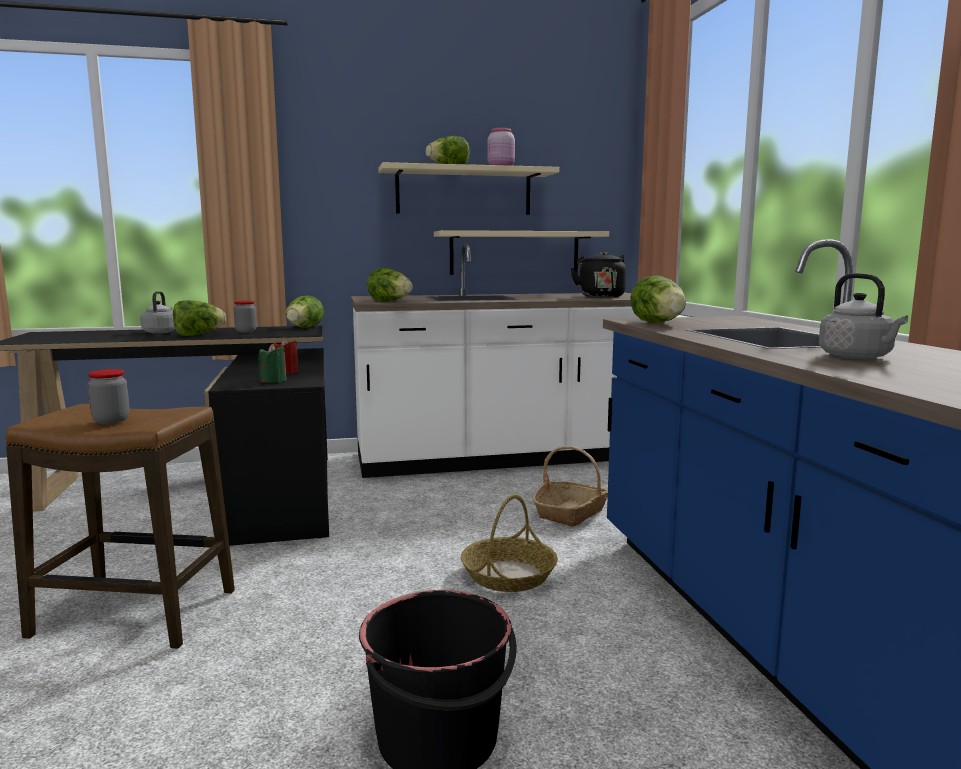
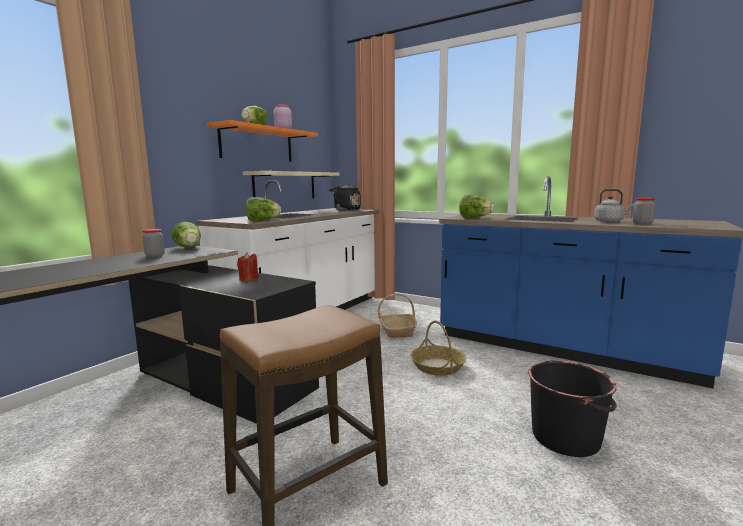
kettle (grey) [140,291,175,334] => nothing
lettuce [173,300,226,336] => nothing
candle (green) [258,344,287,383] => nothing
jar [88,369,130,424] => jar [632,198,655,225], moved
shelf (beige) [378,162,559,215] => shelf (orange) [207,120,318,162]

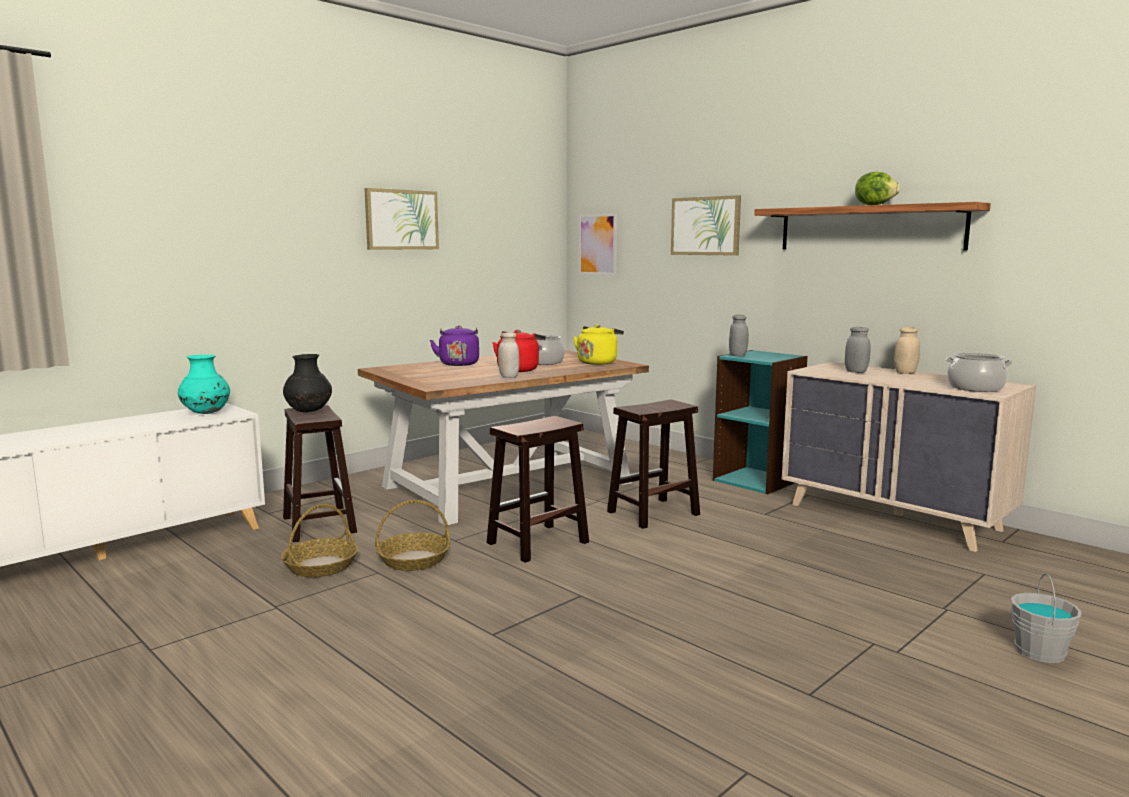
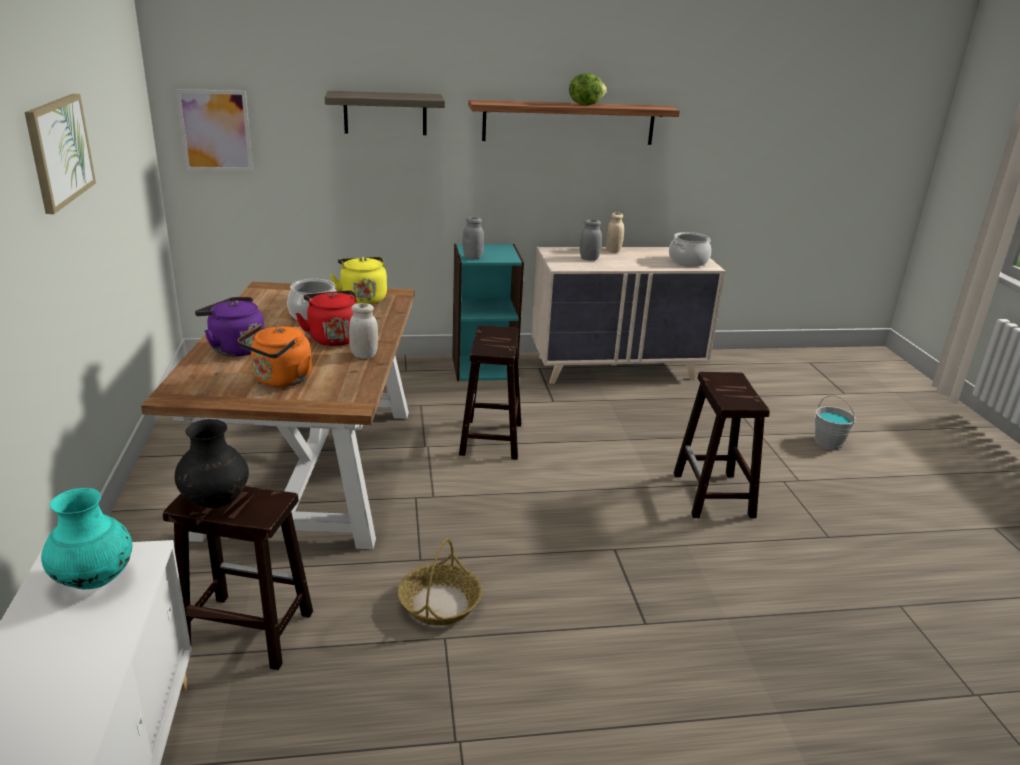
basket [281,504,358,577] => nothing
nothing => kettle (orange) [238,325,312,387]
stool (brown) [487,416,589,563] => stool (brown) [674,372,770,518], moved
picture [671,195,741,256] => shelf [325,91,445,135]

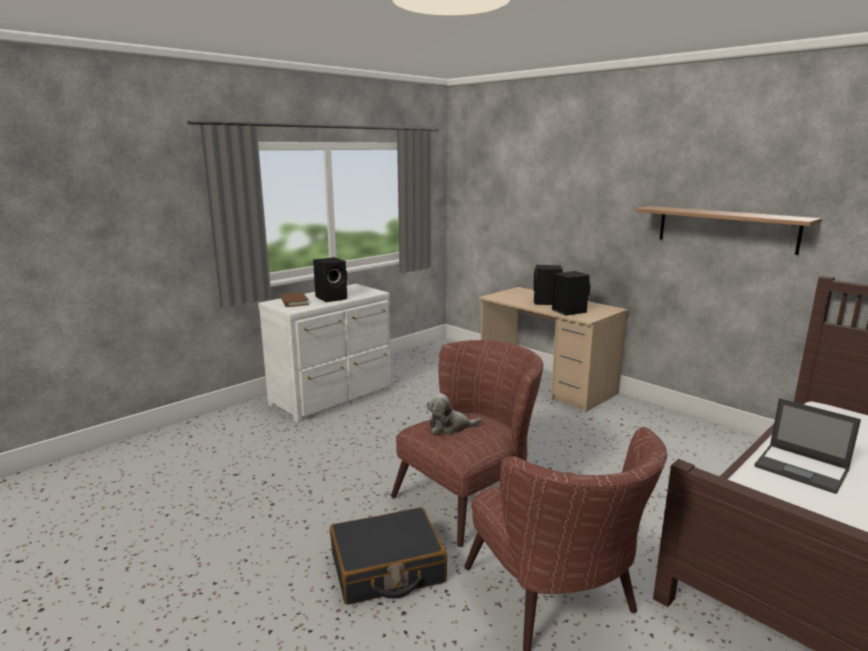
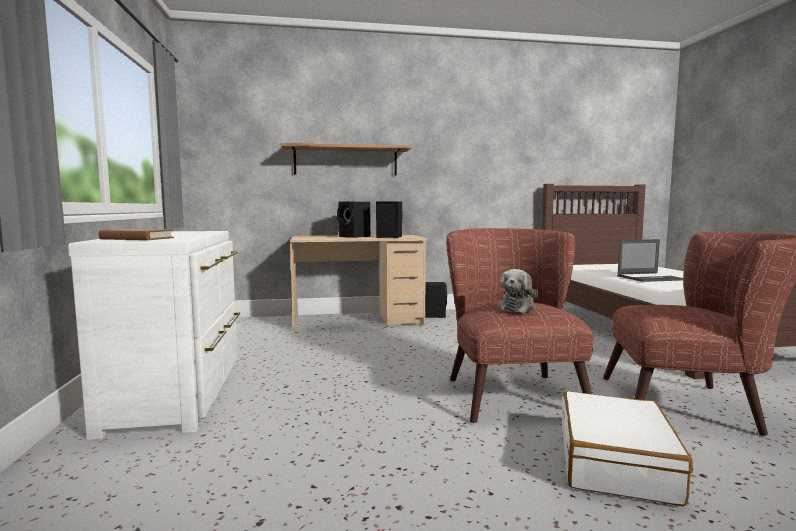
speaker (black) [313,257,347,302] => speaker (black) [425,282,447,318], moved
shelf [635,206,822,255] => shelf [281,143,412,176], moved
suitcase (black) [330,507,447,605] => suitcase (white) [562,391,693,506]

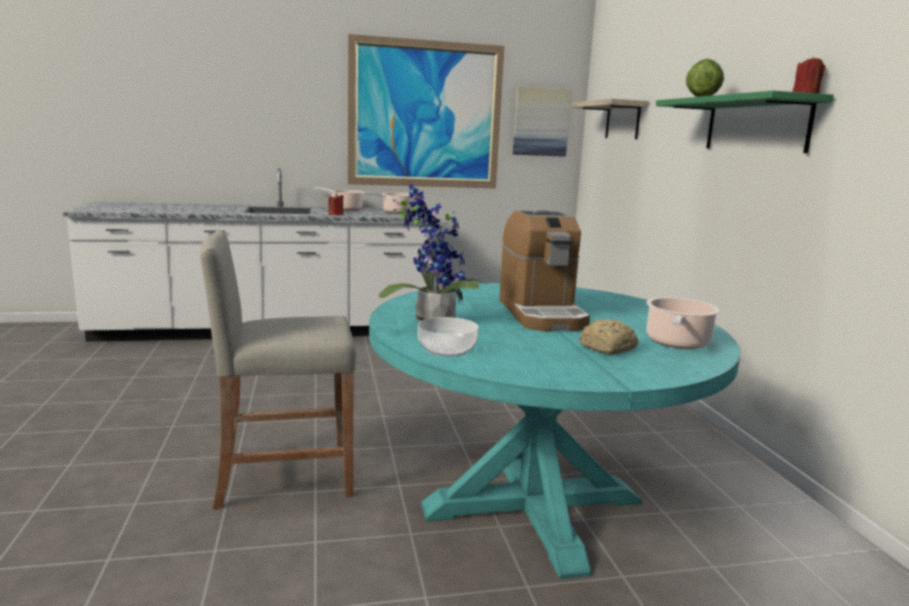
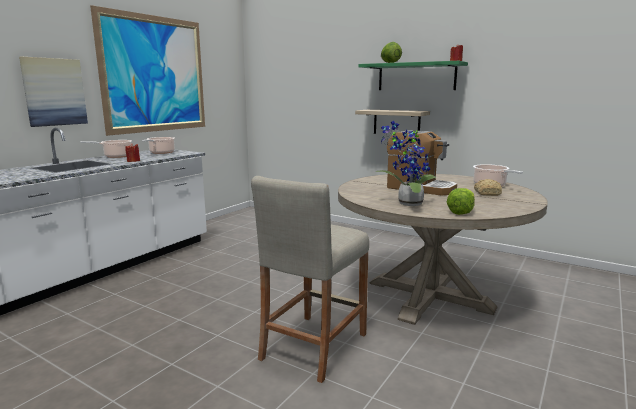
picture [513,86,572,157] => picture [19,56,88,127], moved
shelf [572,99,648,139] => shelf [355,110,430,134], moved
bowl [418,317,479,357] => lettuce [447,188,475,215]
dining table (turquoise) [369,283,741,579] => dining table (beige) [338,174,548,325]

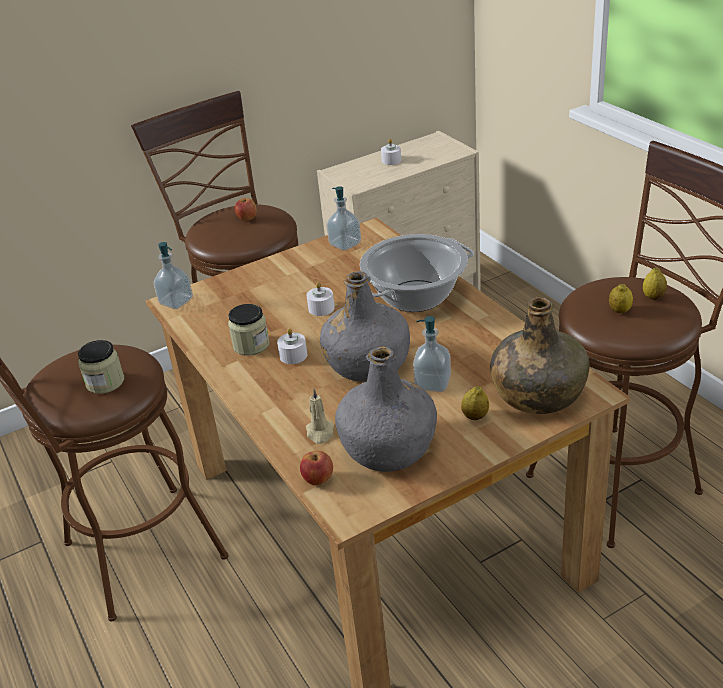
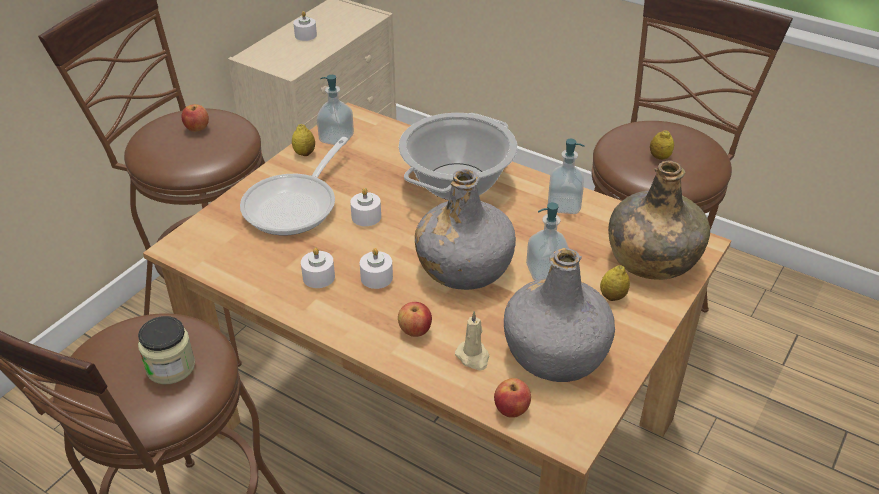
nothing => frying pan [240,137,348,235]
nothing => apple [398,302,432,337]
soap dispenser [153,242,193,309] => soap dispenser [548,139,585,214], moved
lemon [643,268,667,300] => lemon [292,124,315,156], moved
jar [228,304,270,355] => candle (white) [301,248,335,288]

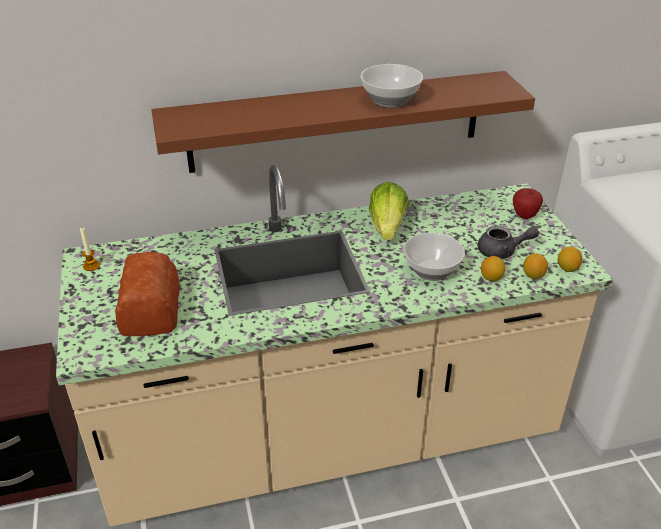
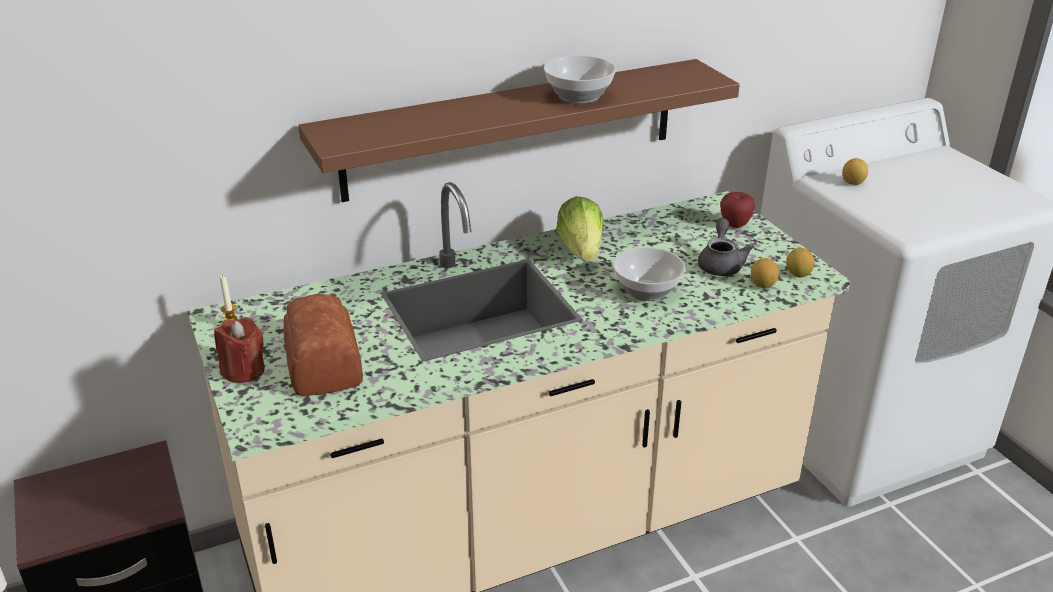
nothing => candle (red) [214,317,265,383]
lemon [481,256,505,281] => lemon [842,158,868,185], moved
teapot (grey) [478,226,539,259] => teapot (grey) [698,218,755,276], 75 degrees counterclockwise

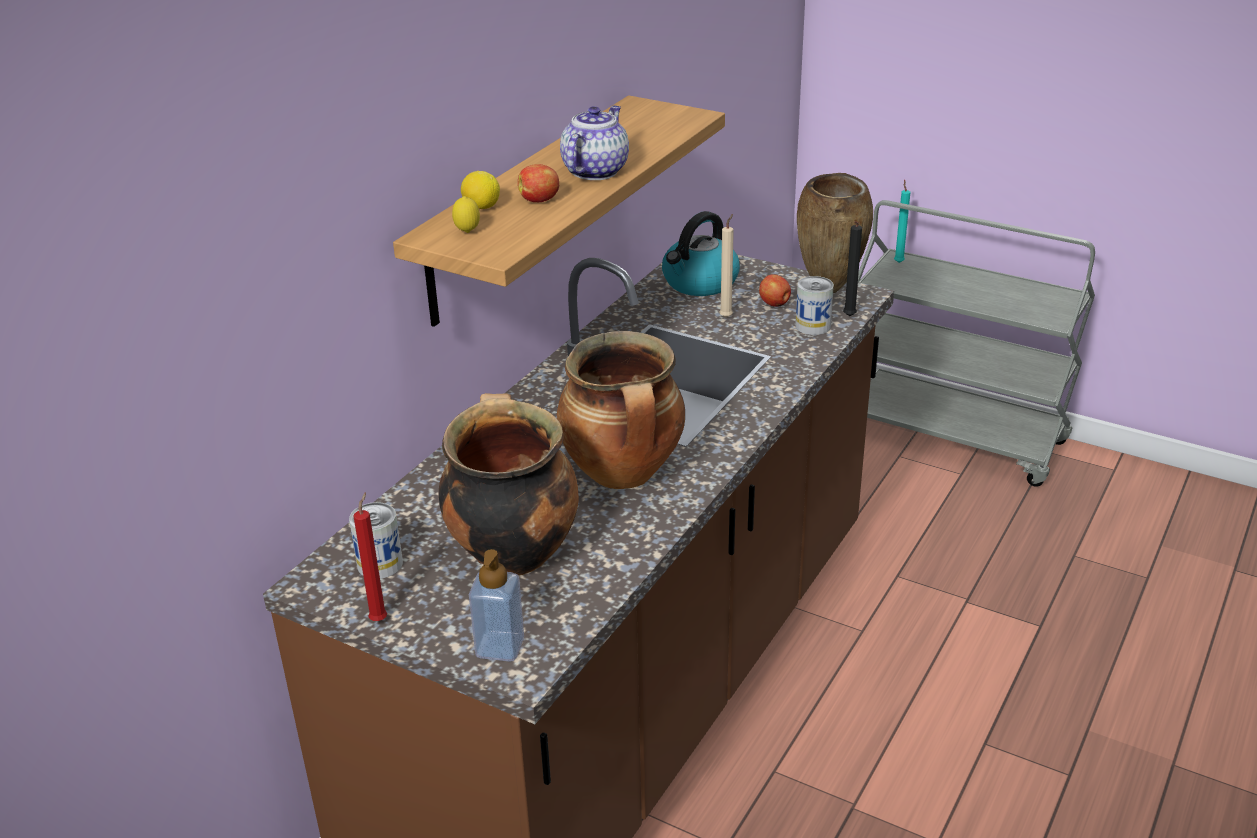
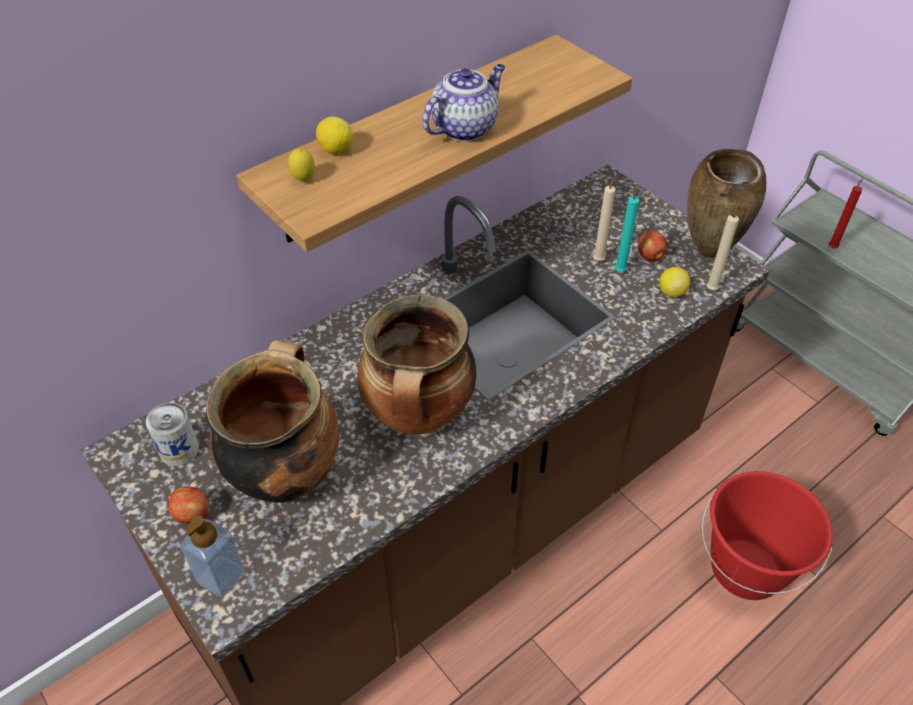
kettle [662,211,740,296] => nothing
nothing => bucket (red) [702,471,833,600]
candle (red) [353,492,387,621] => candle (red) [829,177,864,248], moved
apple [518,164,559,202] => apple [169,487,208,524], moved
candle (turquoise) [894,180,910,263] => candle (turquoise) [615,184,639,272], moved
can [795,276,834,335] => lemon [659,267,690,298]
candle (black) [843,221,862,316] => candle (beige) [706,214,739,290]

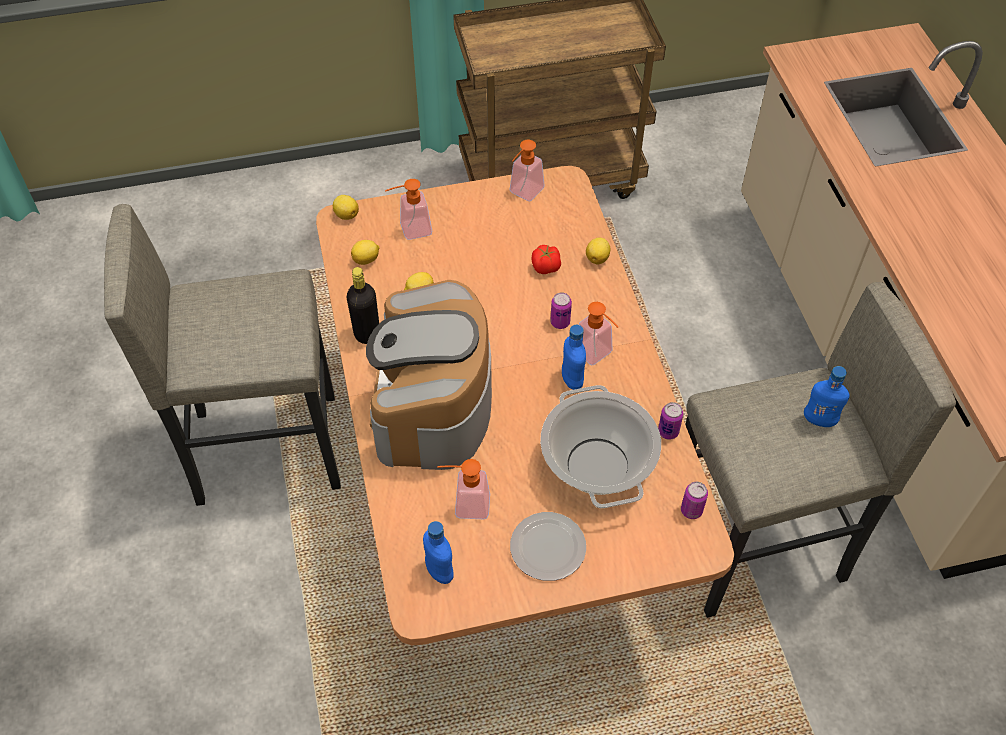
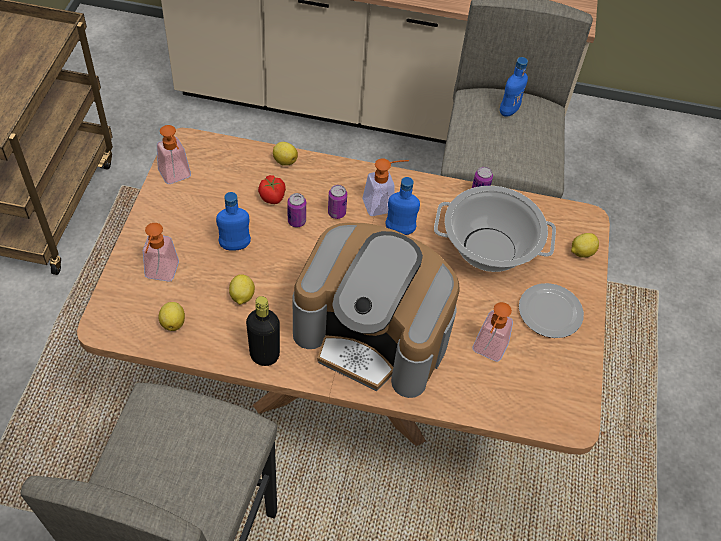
lemon [333,195,359,220] => lemon [571,233,599,258], moved
bottle (blue) [423,521,454,584] => bottle (blue) [216,192,251,251], moved
can [681,482,708,519] => can [287,193,306,227], moved

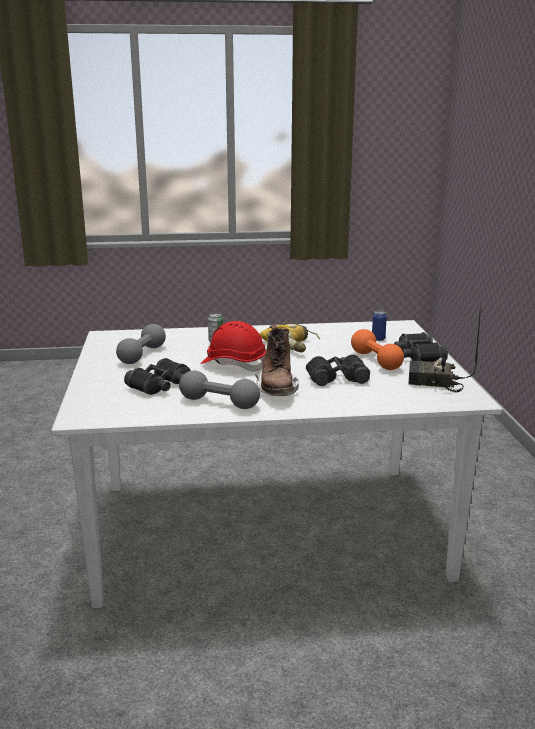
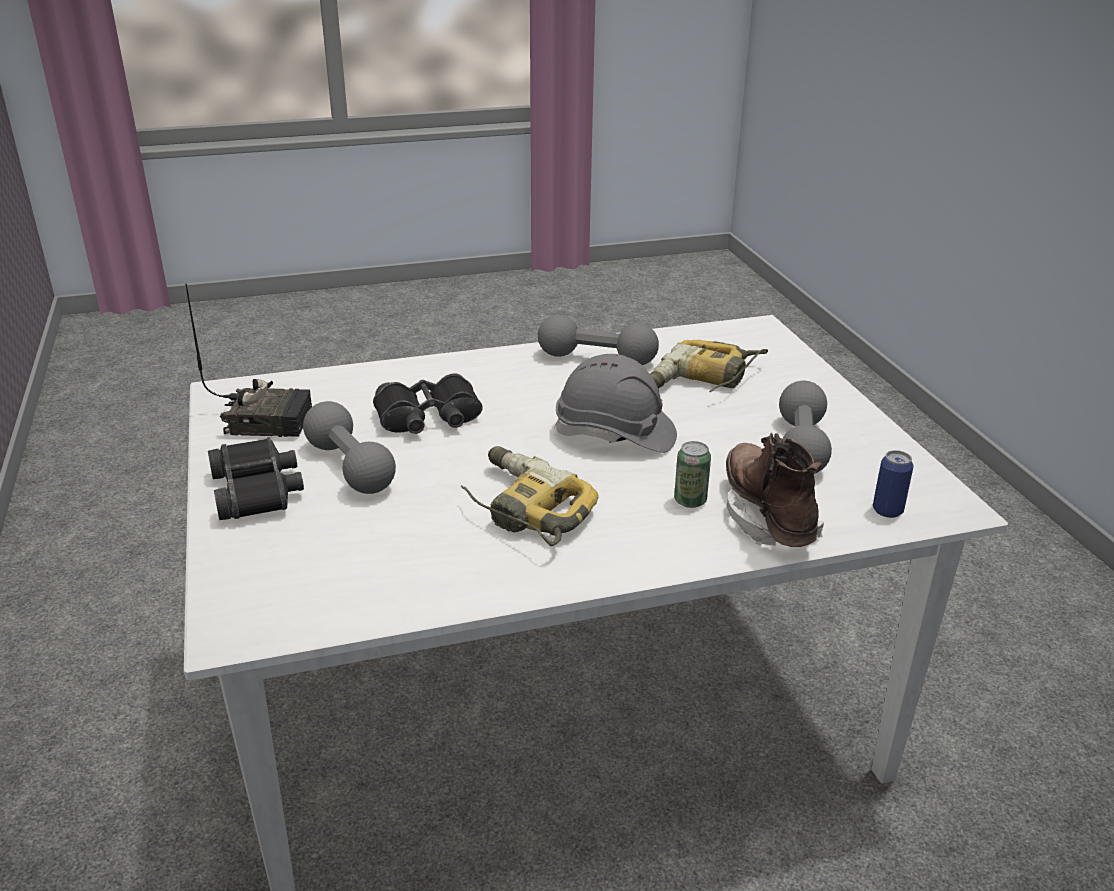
boot (brown) [256,325,299,396] => boot (brown) [726,433,824,547], moved
can [372,310,387,341] => can [873,450,914,518], moved
binoculars (black) [124,358,191,395] => power drill [650,340,768,392]
hard hat (red) [200,321,267,372] => hard hat (grey) [554,354,677,453]
dumbbell (orange) [351,329,404,370] => dumbbell (grey) [303,401,396,494]

